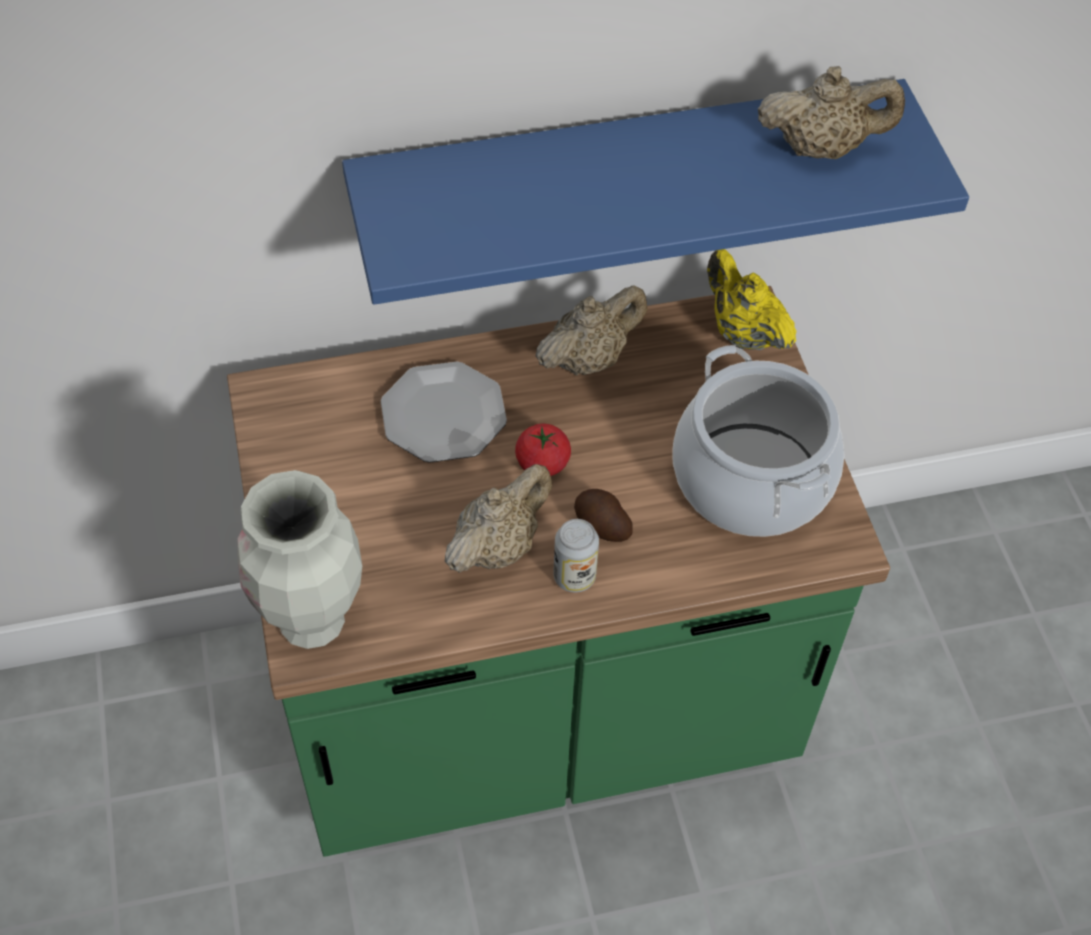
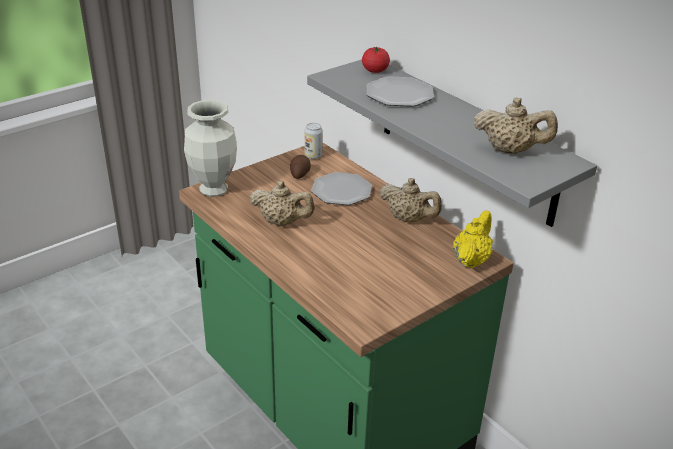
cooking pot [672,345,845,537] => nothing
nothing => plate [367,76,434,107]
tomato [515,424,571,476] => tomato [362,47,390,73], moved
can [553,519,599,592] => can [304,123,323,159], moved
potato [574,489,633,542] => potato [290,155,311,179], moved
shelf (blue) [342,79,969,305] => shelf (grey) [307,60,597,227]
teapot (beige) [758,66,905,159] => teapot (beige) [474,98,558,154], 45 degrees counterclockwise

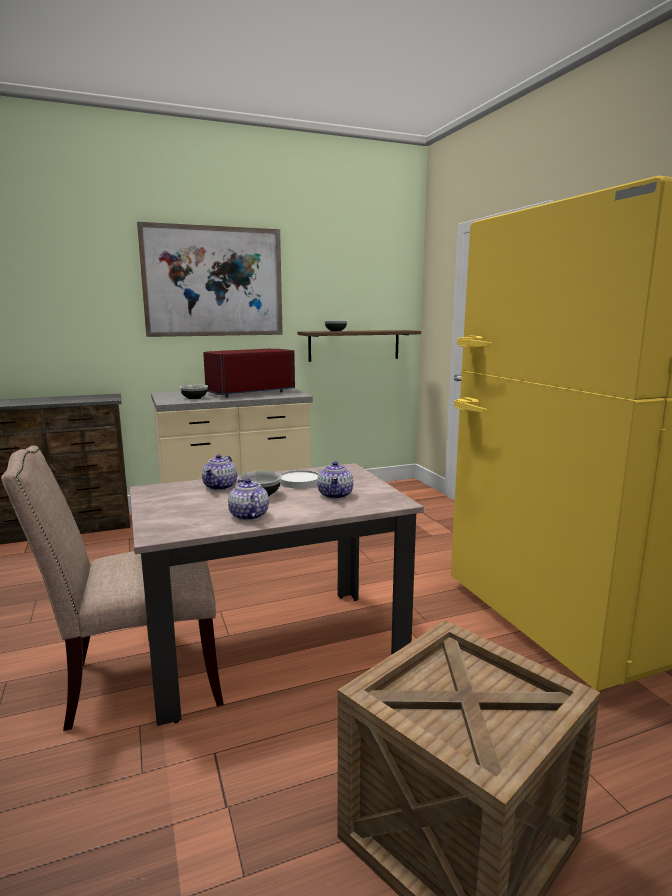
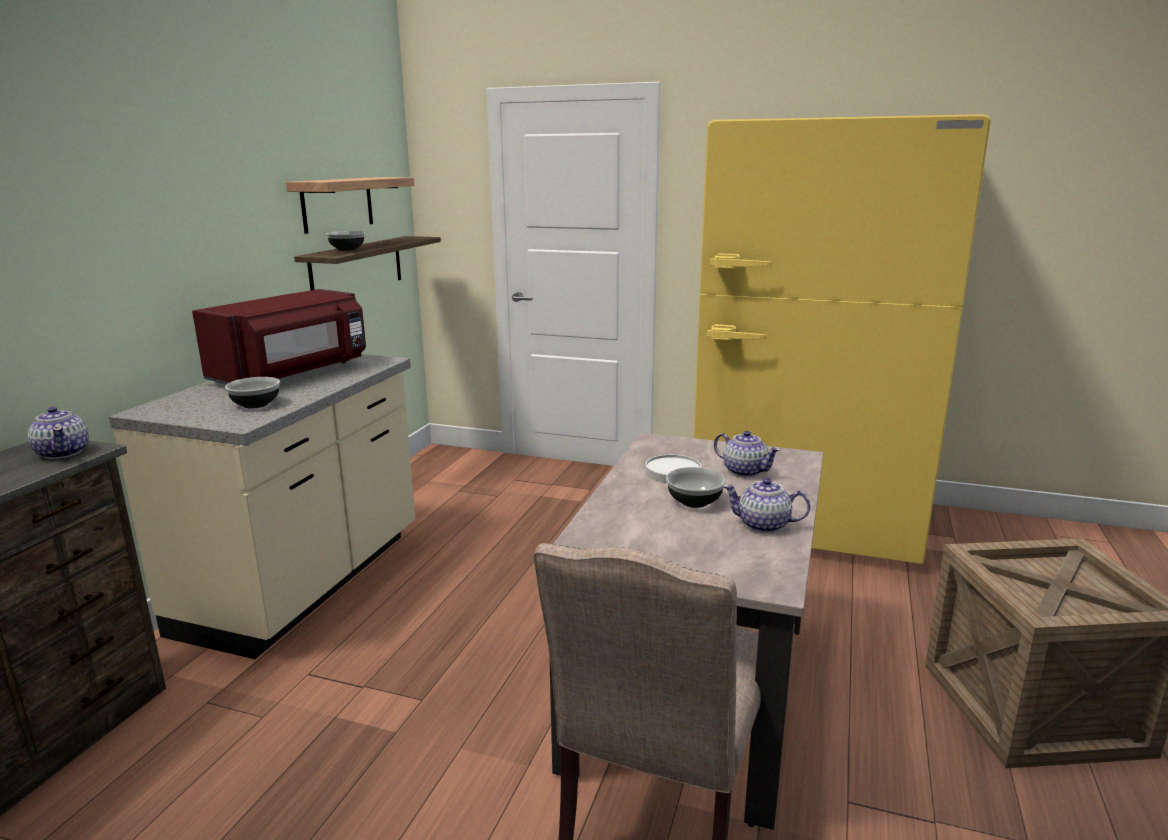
picture [137,222,283,337] => nothing
nothing => shelf [286,177,414,234]
teapot [202,454,237,491] => teapot [28,407,89,459], moved
microwave (red) [203,349,295,397] => microwave (red) [192,289,366,384], 150 degrees counterclockwise

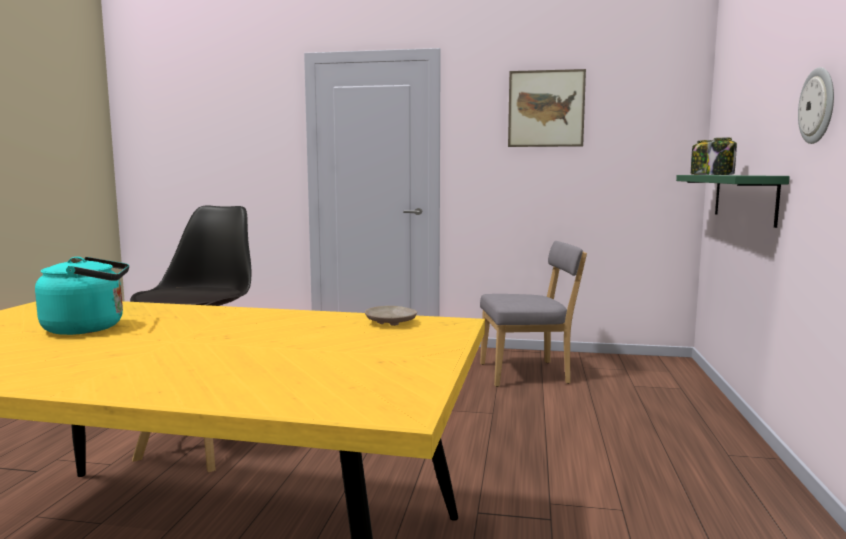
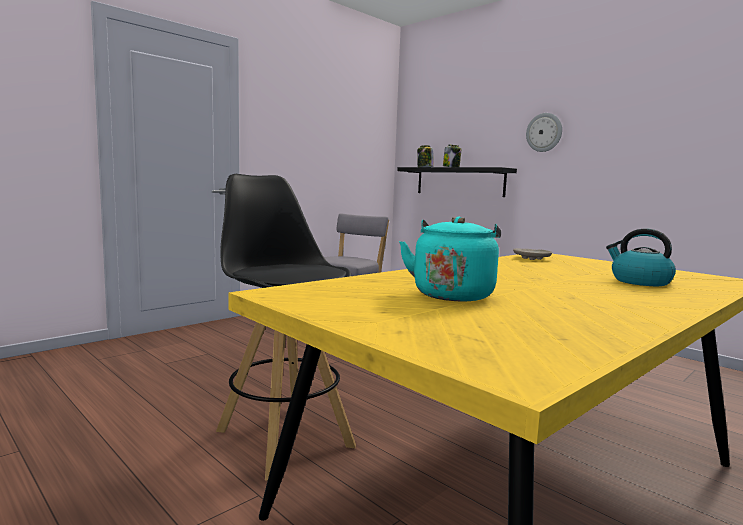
picture [508,69,586,147] => nothing
nothing => kettle [606,229,676,286]
shelf (green) [676,175,790,228] => shelf (black) [397,167,517,197]

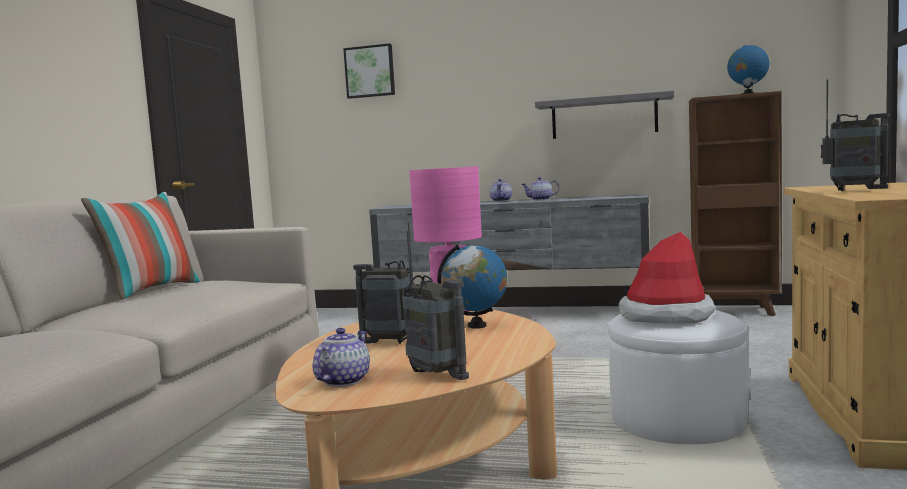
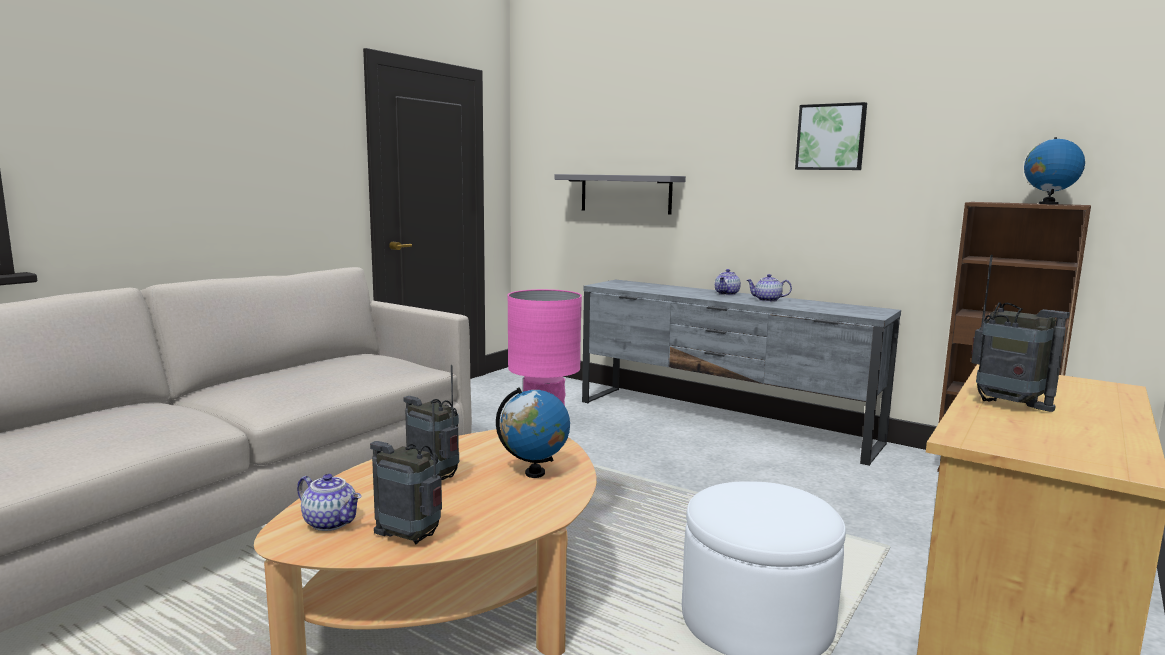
pillow [81,192,200,300] => nothing
hat [618,232,716,324] => nothing
picture [343,43,395,99] => picture [795,102,867,170], moved
shelf (grey) [535,91,674,139] => shelf (grey) [555,174,686,215], moved
teapot [312,328,370,387] => teapot [297,474,361,531], 75 degrees clockwise
radio [402,230,469,380] => radio [370,403,442,544], 135 degrees clockwise

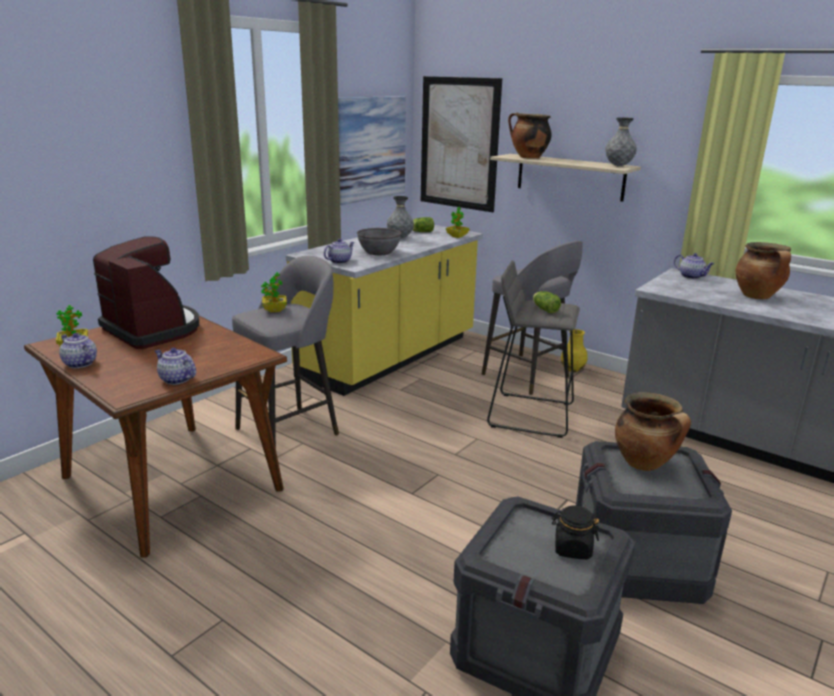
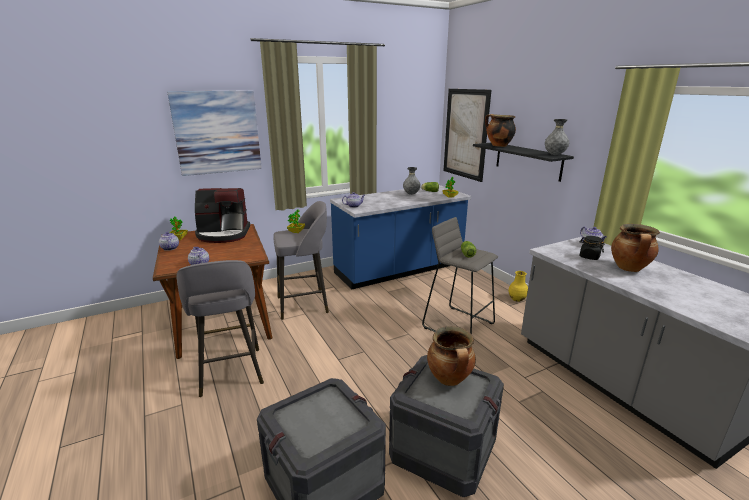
bowl (grey) [357,228,402,255] => nothing
picture [338,96,406,205] => picture [167,90,262,176], moved
stool (grey) [482,241,583,395] => stool (grey) [177,260,264,397], moved
jar (black) [552,505,599,559] => jar (black) [579,236,605,260], moved
counter (yellow) [286,225,483,396] => counter (blue) [330,185,471,290]
shelf (beige) [490,154,641,201] => shelf (black) [473,143,574,182]
coffee machine [93,236,199,349] => coffee machine [195,188,250,243], 105 degrees clockwise

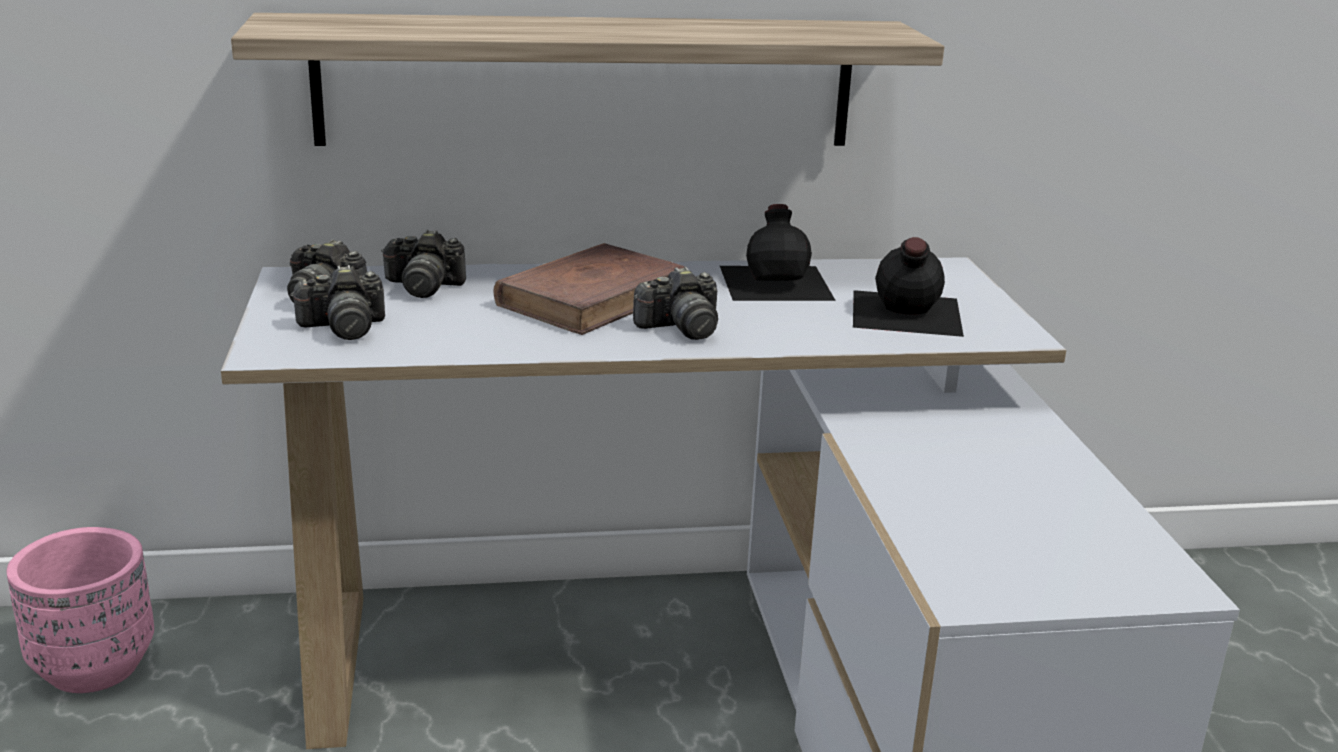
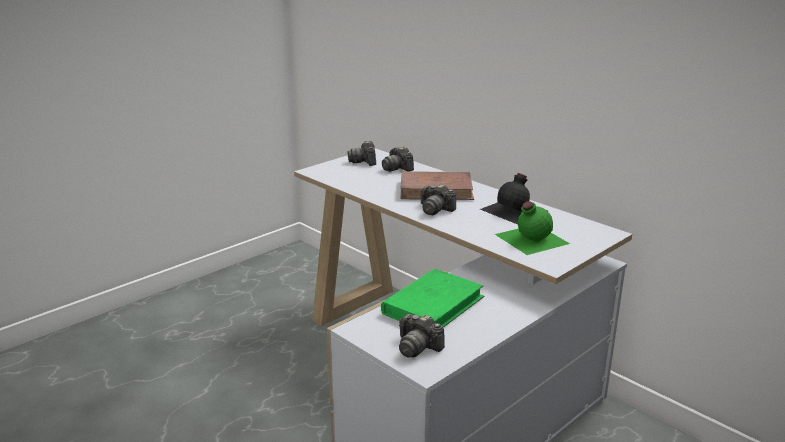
planter (pink) [7,527,154,693] => nothing
shelf [231,13,944,146] => nothing
nothing => book (green) [381,269,484,327]
photo camera [290,265,385,340] => photo camera [399,314,445,358], moved
bottle (black) [853,237,964,337] => bottle (green) [495,201,570,255]

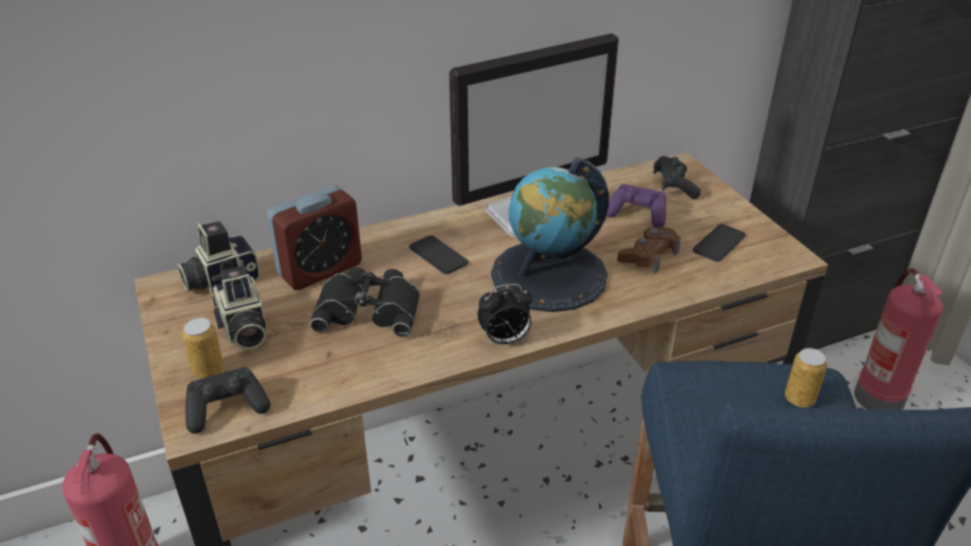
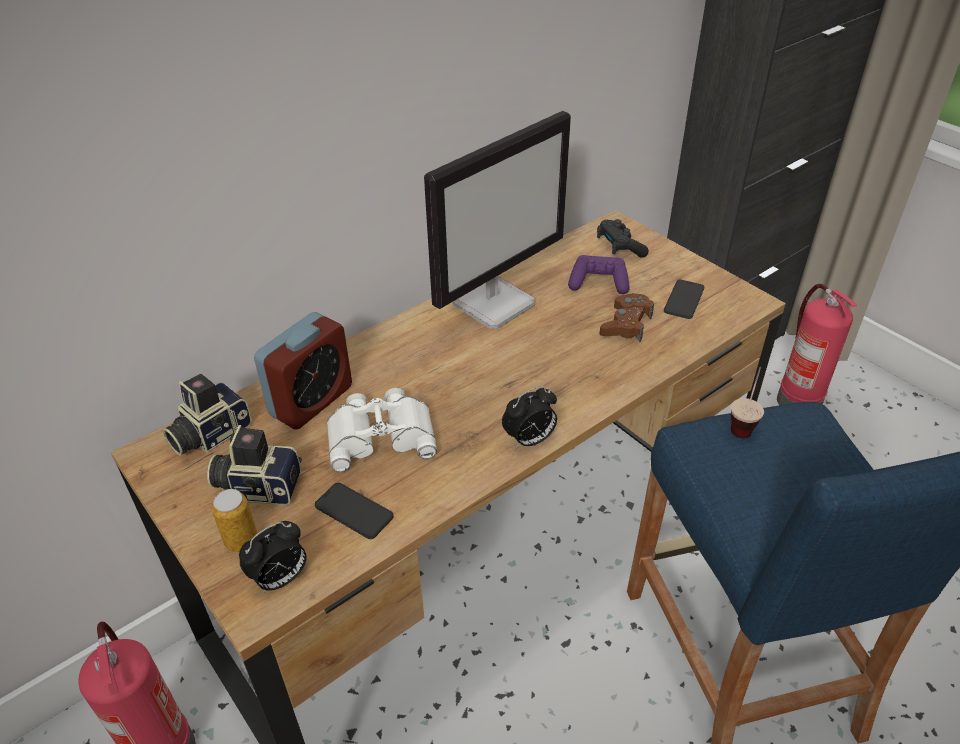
globe [491,157,609,312] => nothing
can [785,348,827,407] => nothing
nothing => cup [731,367,764,438]
phone [410,235,468,274] => phone [315,483,394,539], moved
game controller (black) [185,367,270,434] => alarm clock [239,521,307,593]
binoculars (black) [310,267,420,337] => binoculars (white) [327,388,437,472]
photo camera [213,266,268,350] => photo camera [207,425,302,505], 135 degrees clockwise

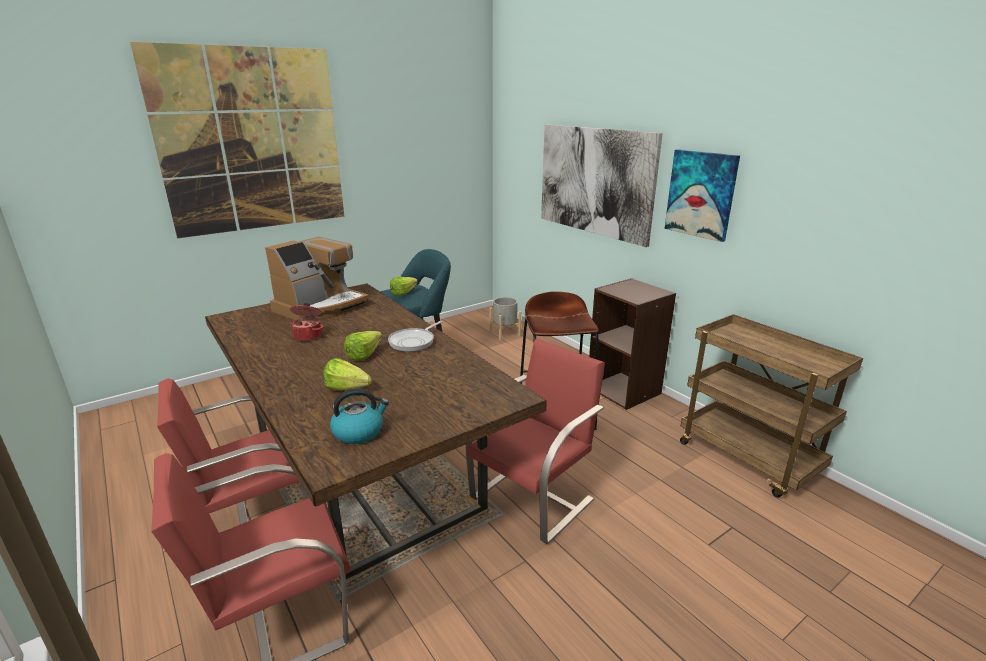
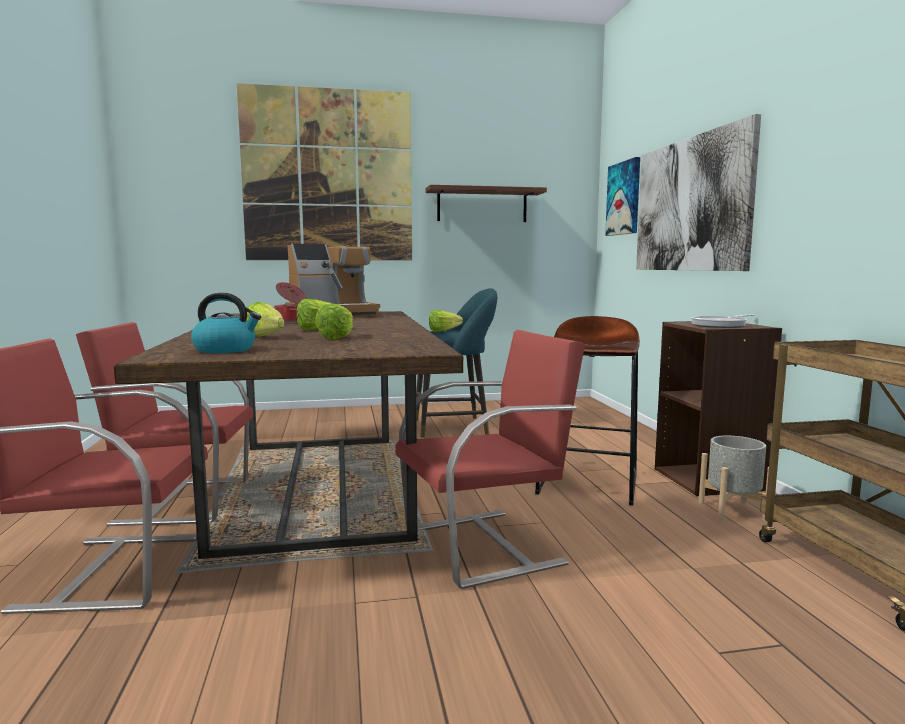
nothing => lettuce [315,303,353,340]
nothing => shelf [426,185,547,222]
frying pan [388,321,443,352] => frying pan [691,314,754,328], moved
planter (grey) [489,297,521,340] => planter (grey) [699,435,769,522], moved
picture [664,149,740,242] => picture [605,157,640,236], moved

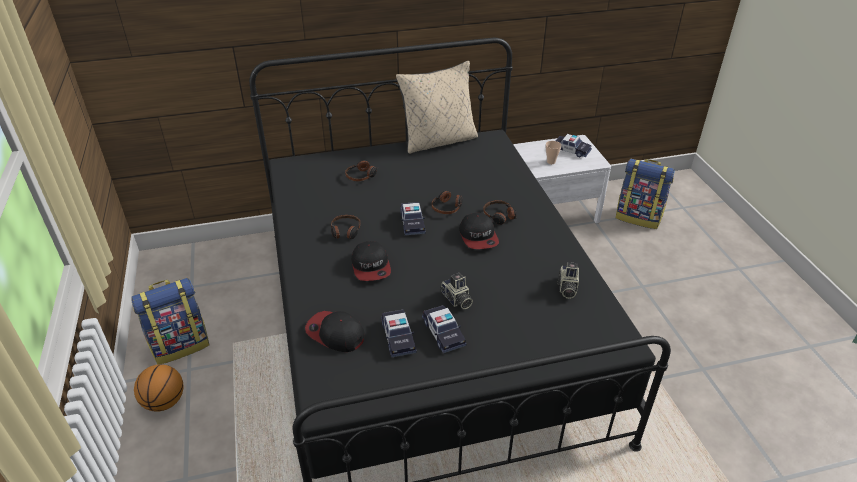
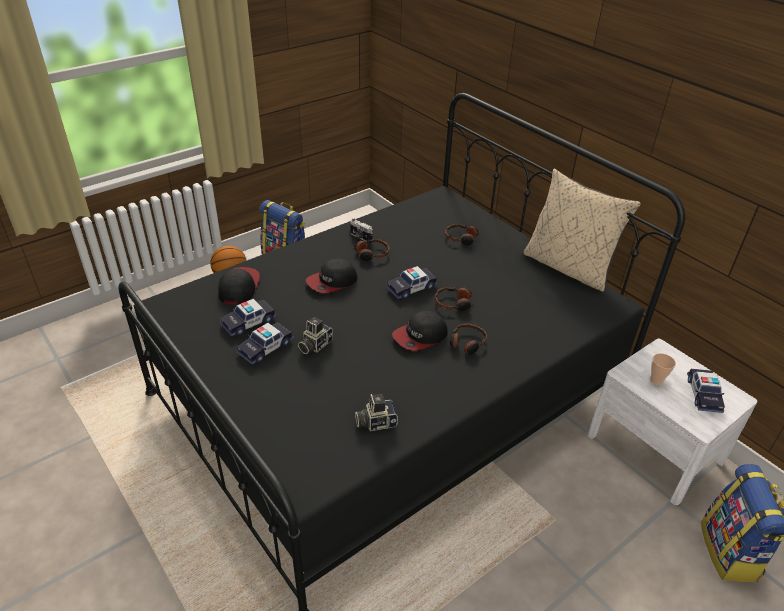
nothing => photo camera [350,219,373,242]

